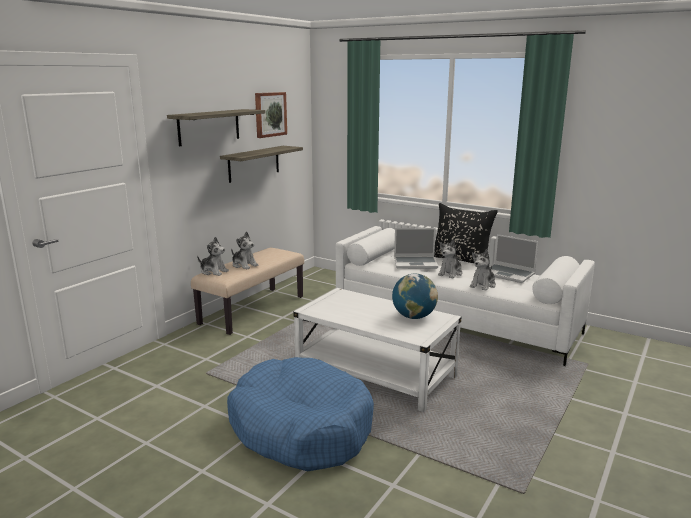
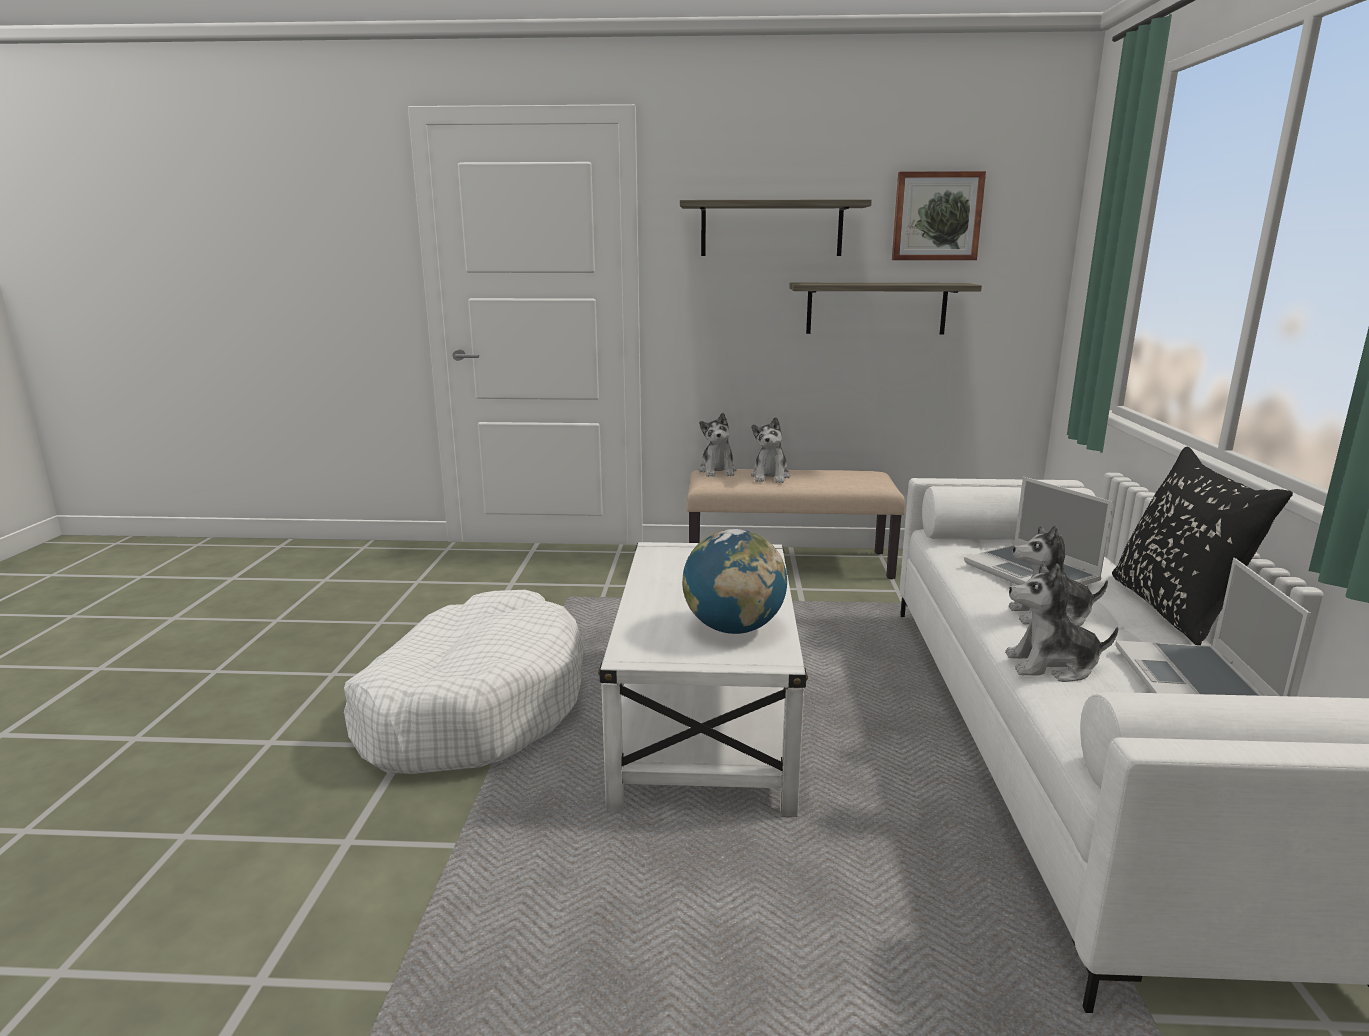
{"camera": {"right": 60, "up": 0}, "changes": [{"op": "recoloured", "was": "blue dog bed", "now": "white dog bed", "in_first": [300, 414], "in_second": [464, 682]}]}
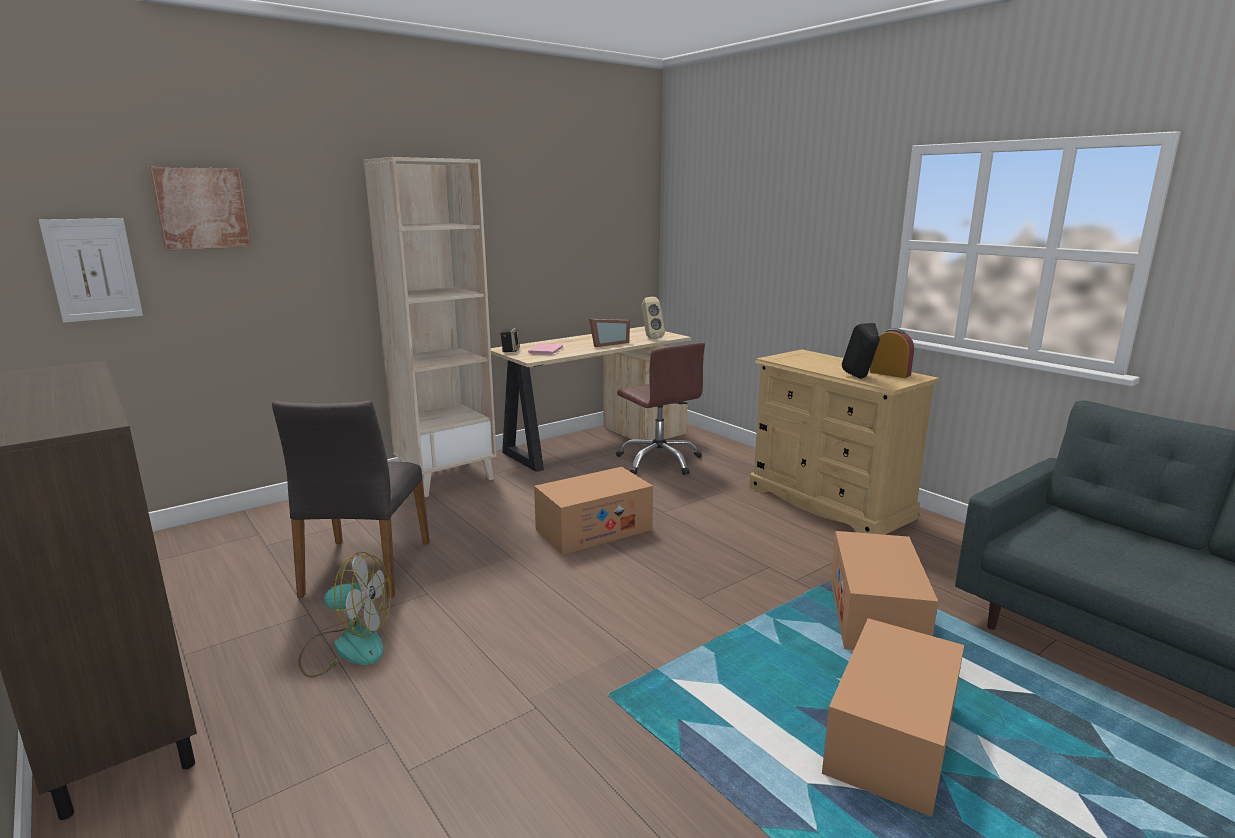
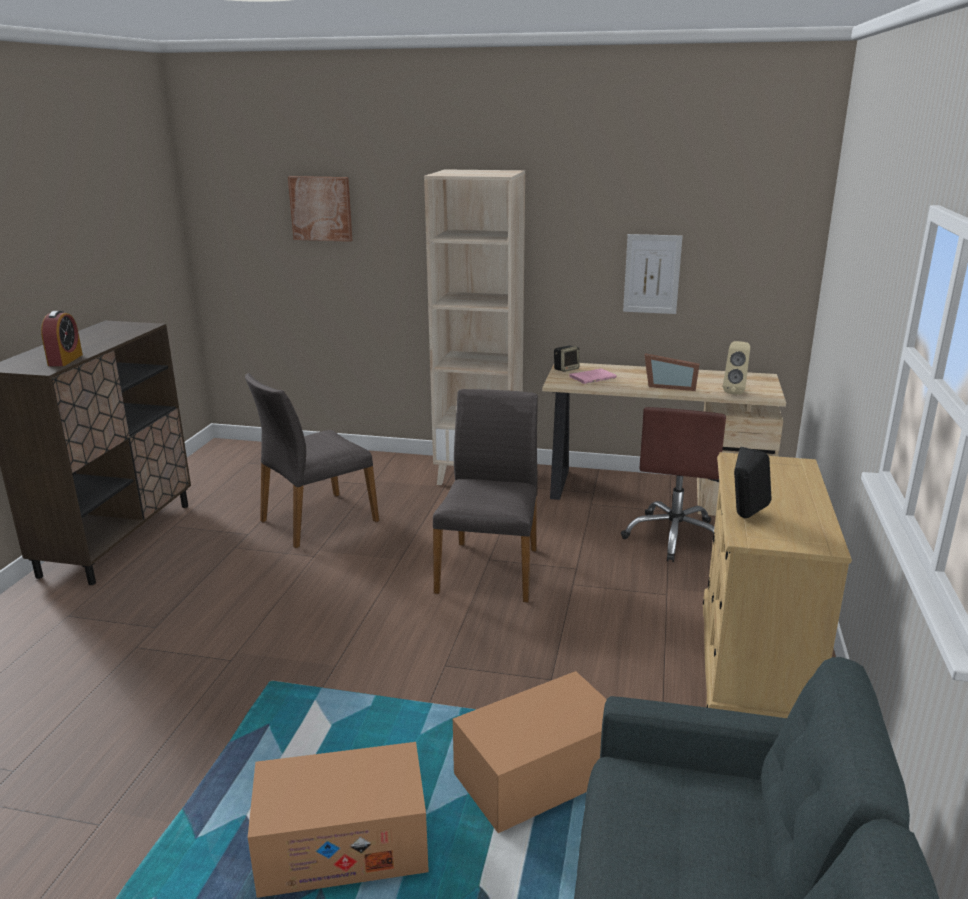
{"camera": {"right": 50, "up": 5}, "changes": [{"op": "moved", "was": "alarm clock", "in_first": [892, 353], "in_second": [62, 338]}, {"op": "replaced", "was": "cardboard box", "now": "grey chair", "in_first": [593, 511], "in_second": [485, 495]}, {"op": "moved", "was": "picture", "in_first": [91, 270], "in_second": [653, 274]}, {"op": "removed", "was": "fan", "in_first": [344, 615]}]}
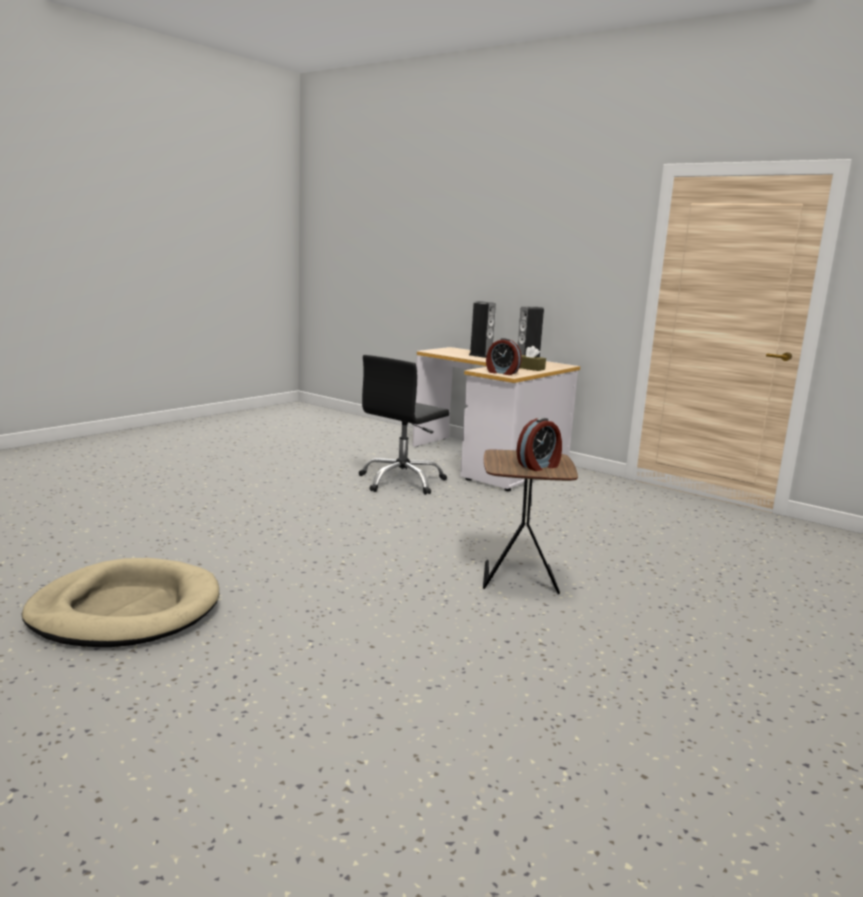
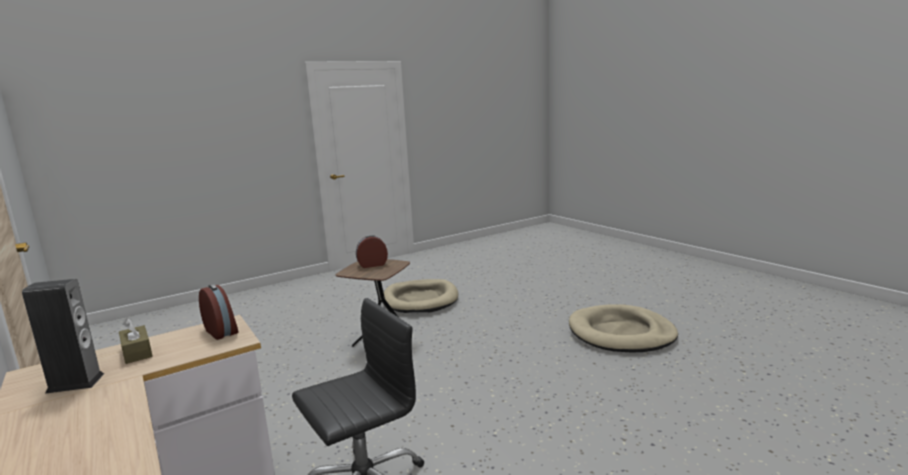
{"camera": {"right": -160, "up": 0}, "changes": [{"op": "added", "now": "beige dog bed", "in_second": [421, 296]}, {"op": "removed", "was": "speaker", "in_first": [482, 329]}]}
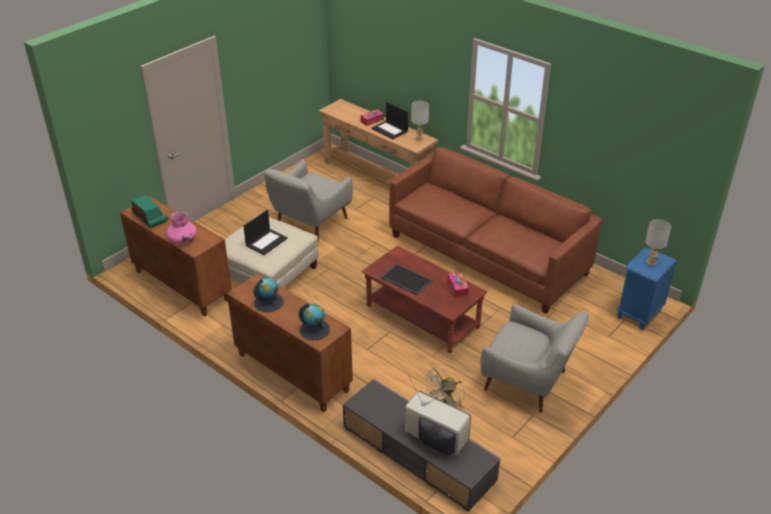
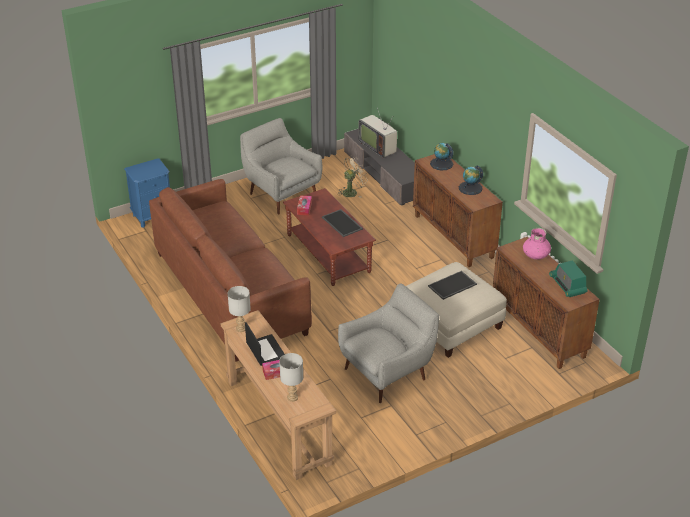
{"camera": {"right": -160, "up": 0}, "changes": [{"op": "moved", "was": "grey table lamp", "in_first": [658, 242], "in_second": [291, 377]}, {"op": "replaced", "was": "laptop", "now": "tray", "in_first": [265, 232], "in_second": [452, 285]}]}
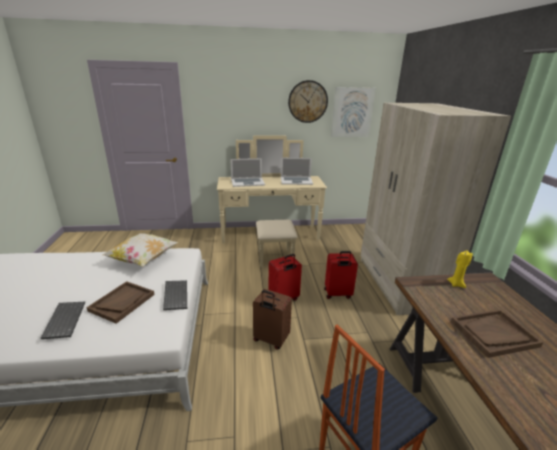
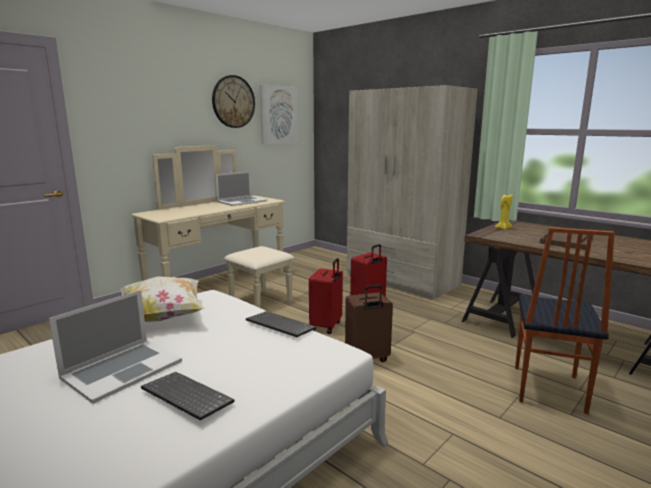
{"camera": {"right": -40, "up": -10}, "changes": [{"op": "moved", "was": "laptop", "in_first": [247, 172], "in_second": [115, 347]}, {"op": "removed", "was": "brown tray", "in_first": [120, 302]}]}
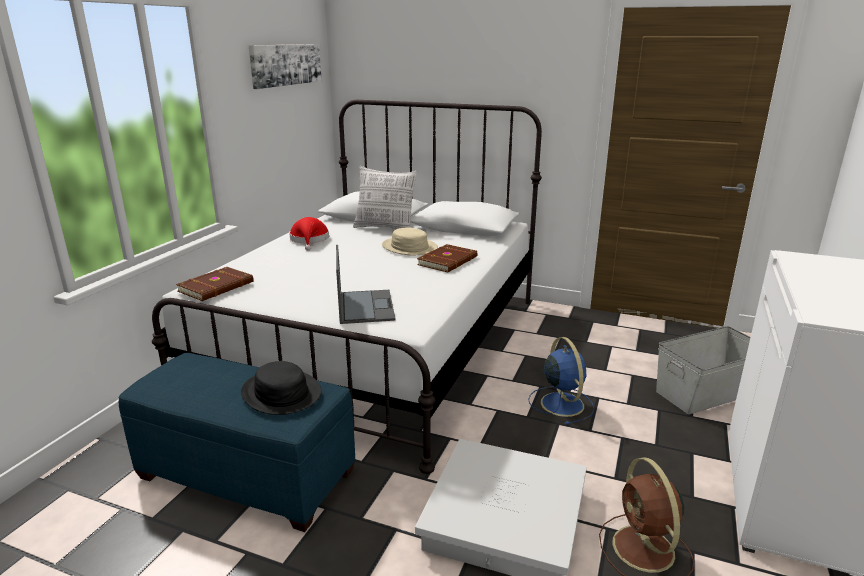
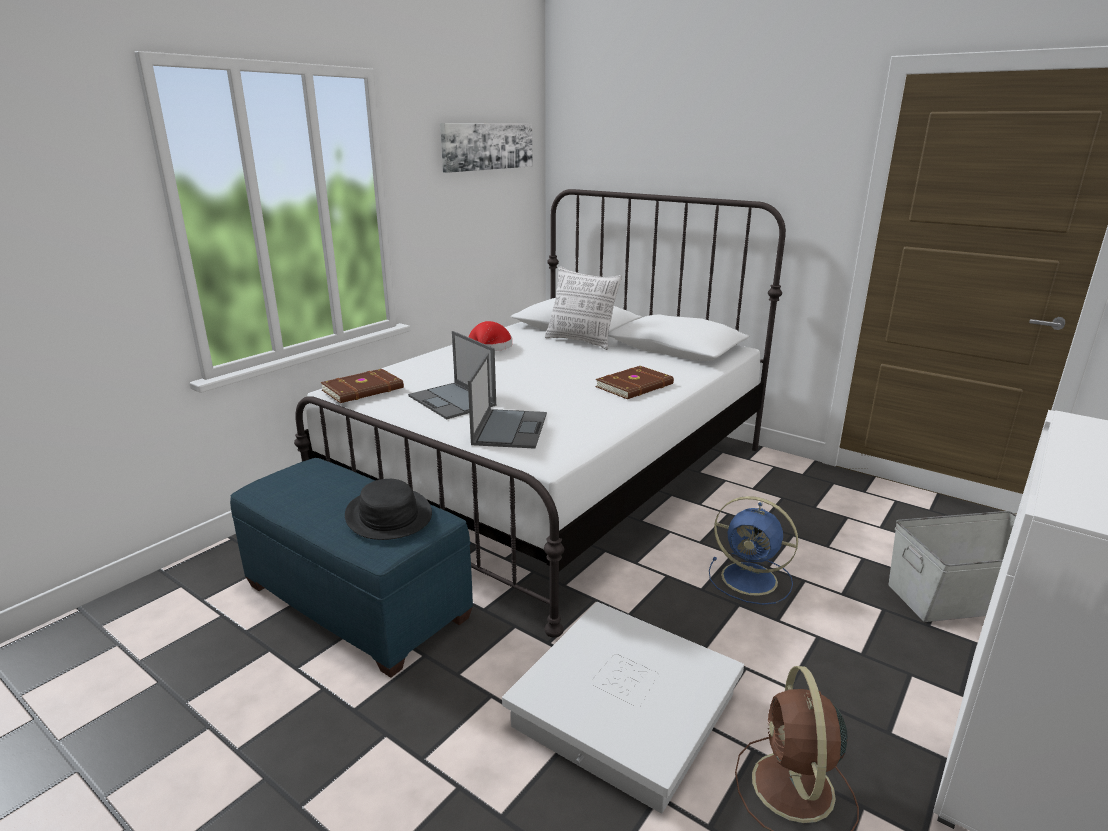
{"camera": {"right": 15, "up": 0}, "changes": [{"op": "added", "now": "laptop", "in_second": [452, 375]}, {"op": "turned", "was": "blue fan", "in_first": [561, 381], "in_second": [753, 550], "clockwise": 120}, {"op": "removed", "was": "beige hat", "in_first": [410, 241]}]}
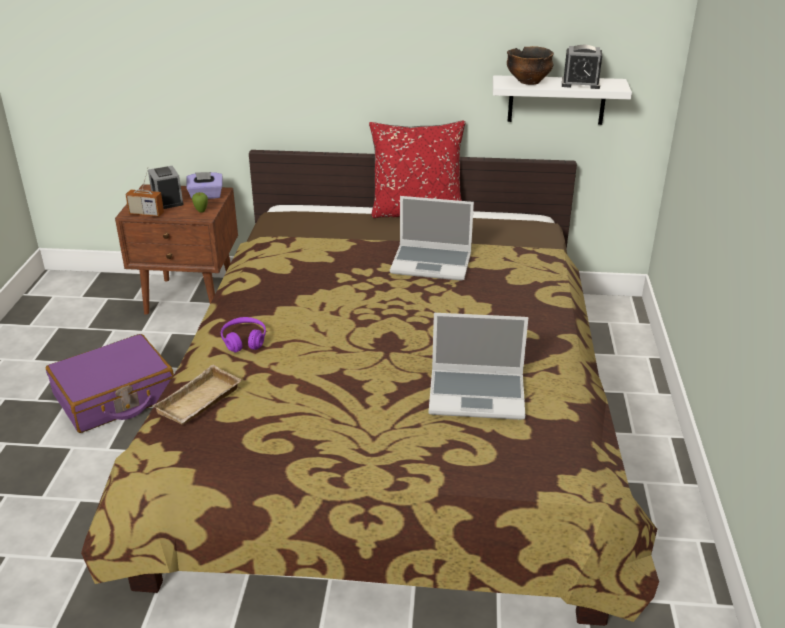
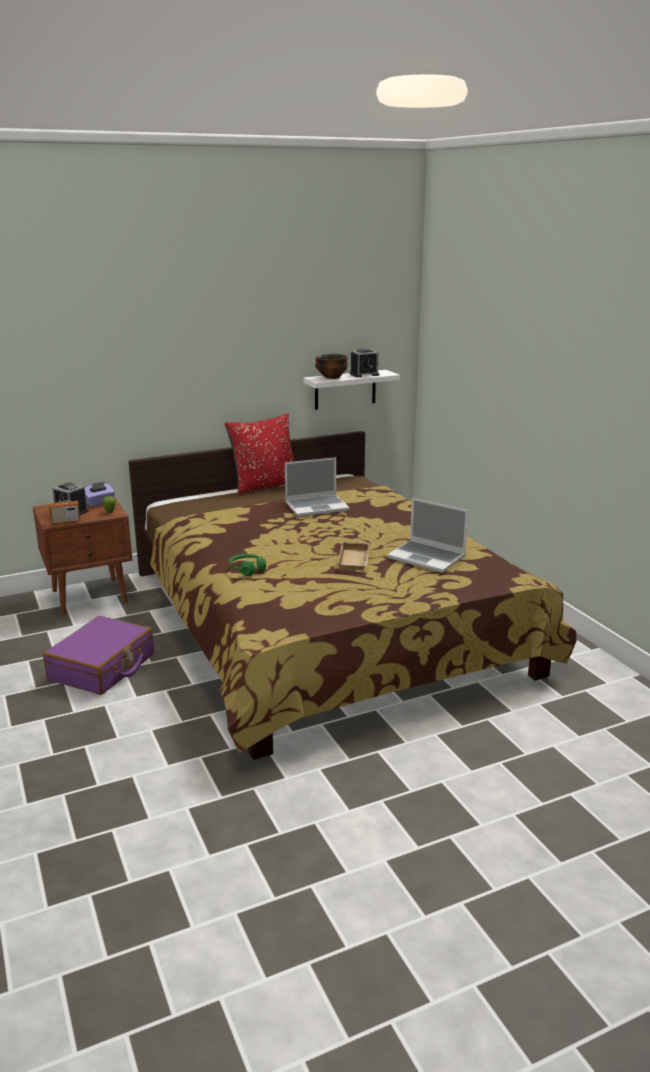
{"camera": {"right": -30, "up": -10}, "changes": [{"op": "recoloured", "was": "purple headphones", "now": "green headphones", "in_first": [243, 334], "in_second": [247, 565]}, {"op": "moved", "was": "beige tray", "in_first": [197, 394], "in_second": [353, 555]}, {"op": "turned", "was": "laptop", "in_first": [478, 366], "in_second": [427, 535], "clockwise": 60}]}
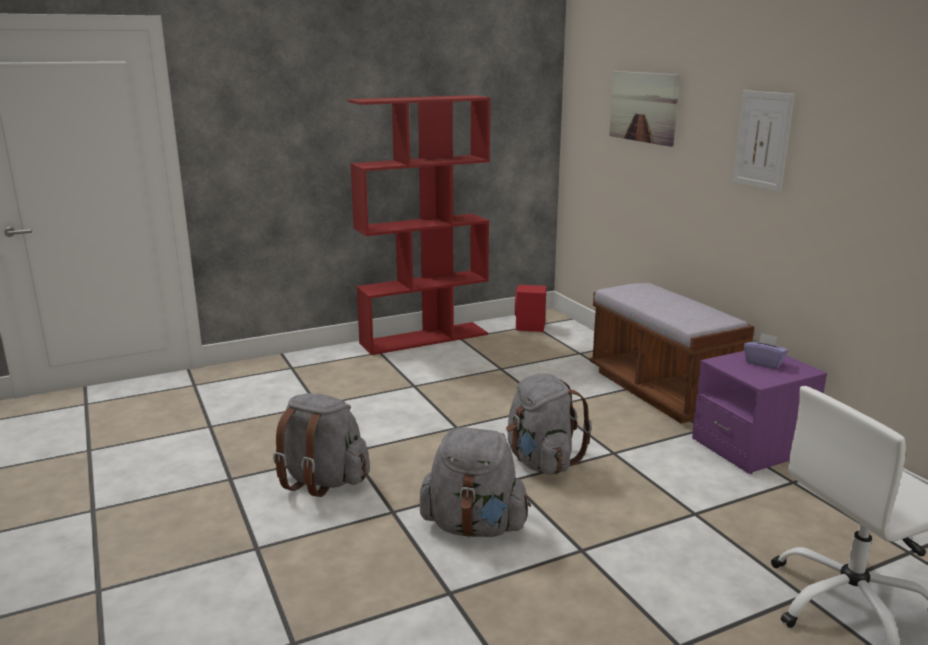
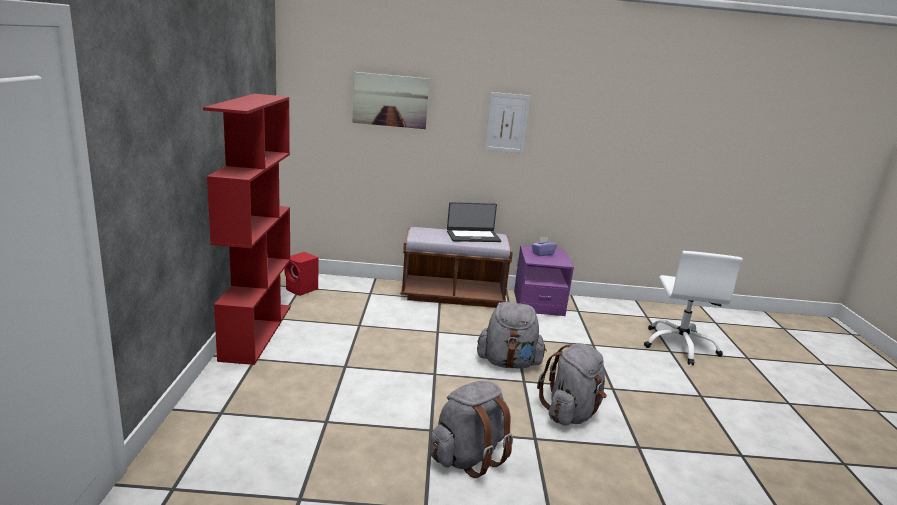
{"camera": {"right": -65, "up": 0}, "changes": [{"op": "added", "now": "laptop", "in_second": [474, 222]}]}
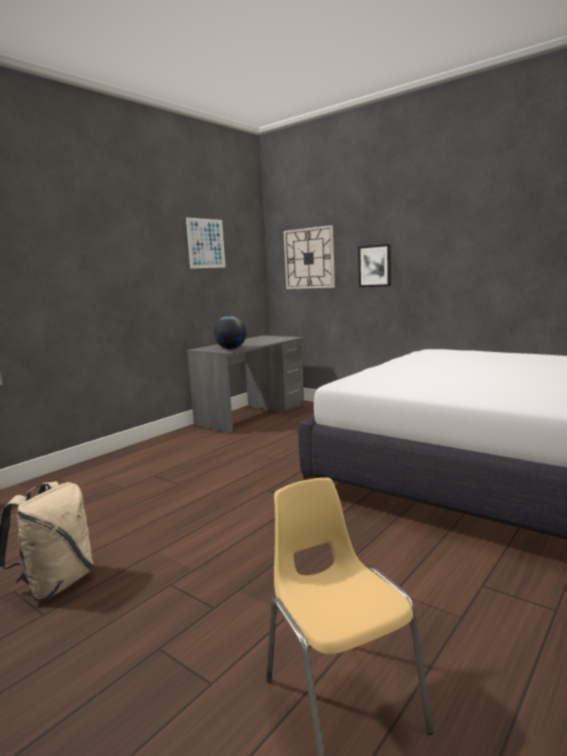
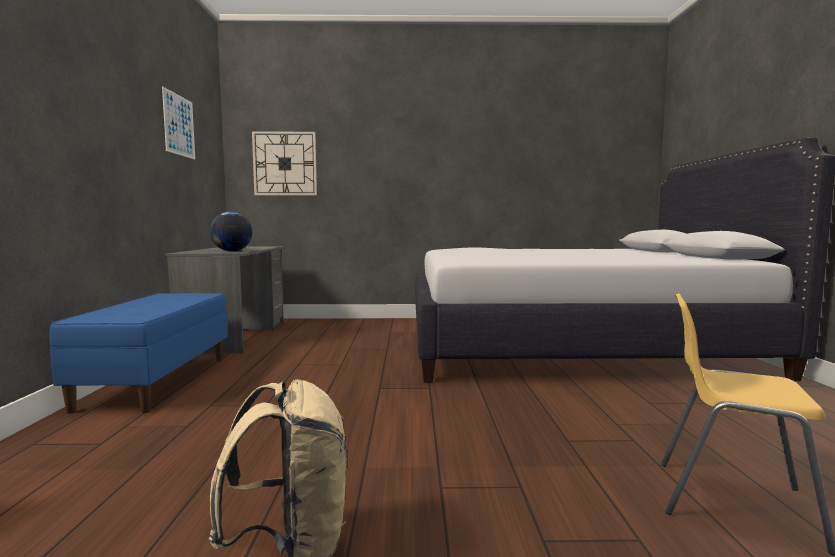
{"camera": {"right": -40, "up": -5}, "changes": [{"op": "added", "now": "blue bench", "in_second": [138, 353]}, {"op": "removed", "was": "picture", "in_first": [374, 265]}]}
